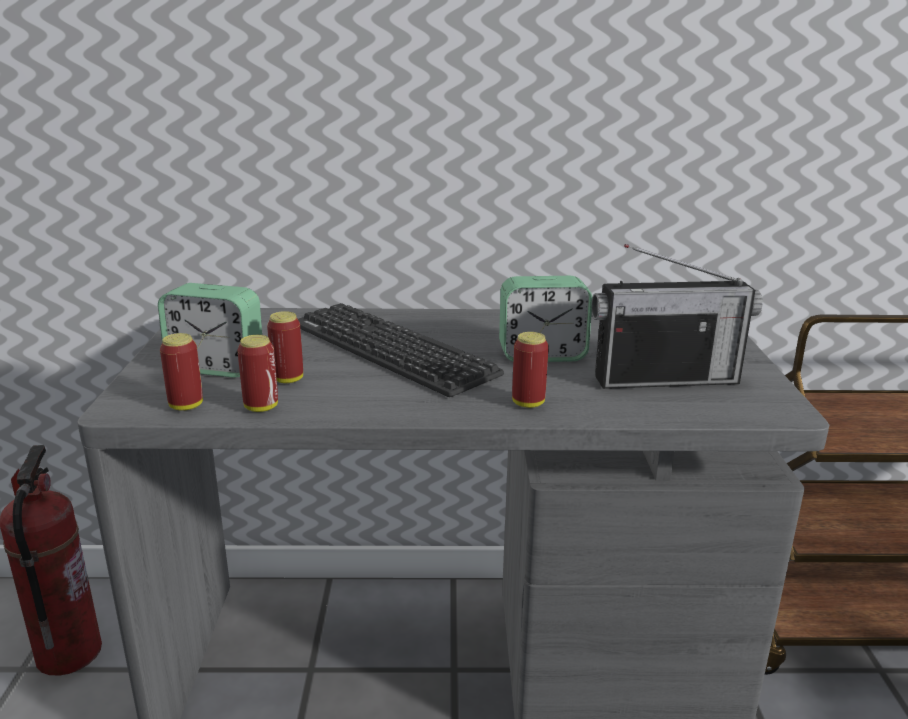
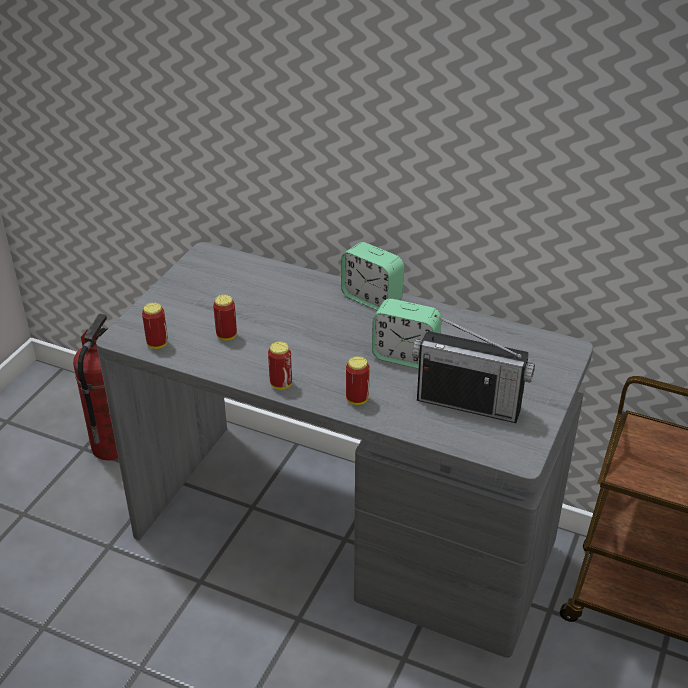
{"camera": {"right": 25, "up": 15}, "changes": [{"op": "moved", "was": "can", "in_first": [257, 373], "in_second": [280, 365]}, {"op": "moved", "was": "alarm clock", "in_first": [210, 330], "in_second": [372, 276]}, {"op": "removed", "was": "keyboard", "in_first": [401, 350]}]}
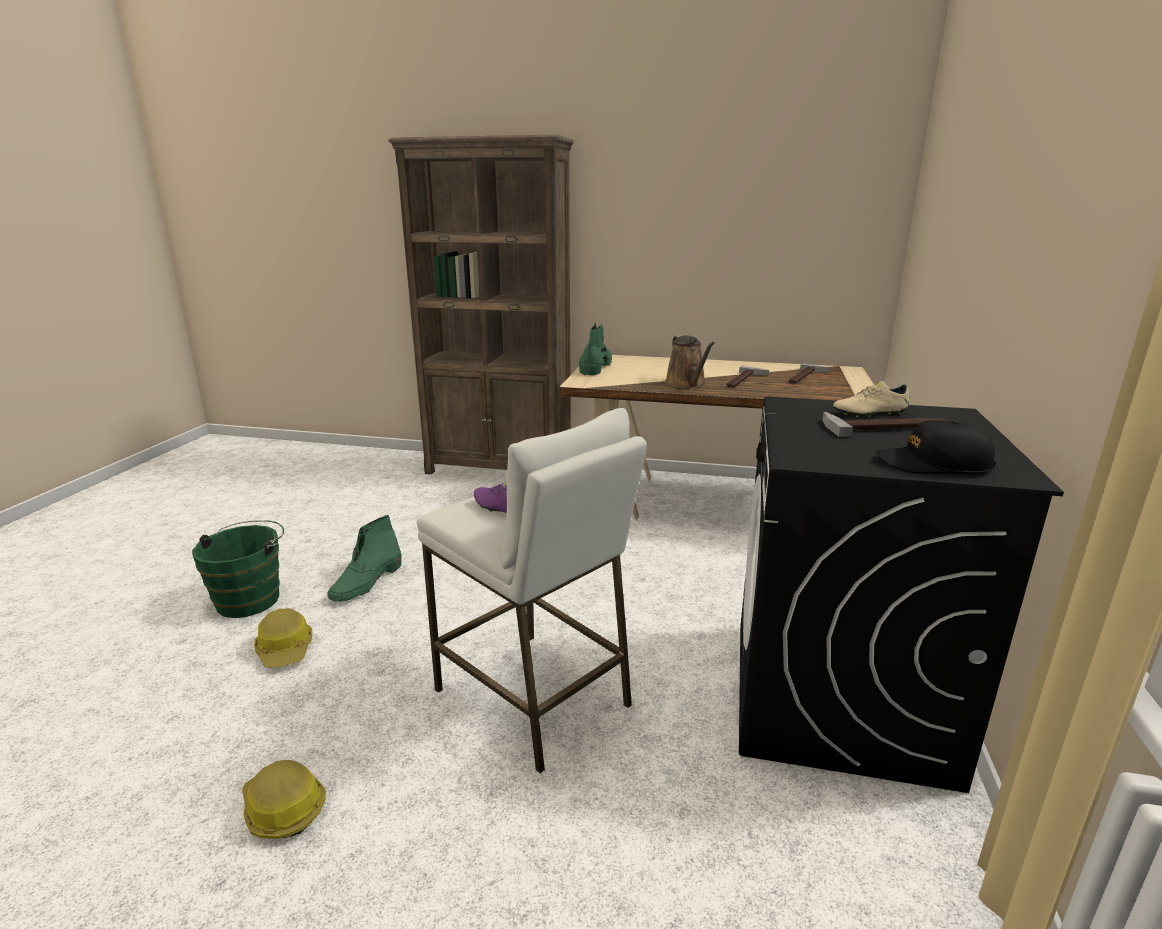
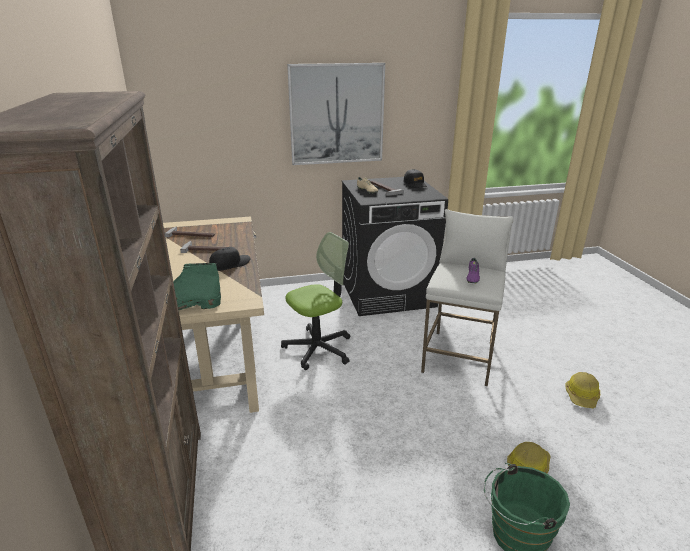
{"camera": {"right": -115, "up": 5}, "changes": [{"op": "replaced", "was": "brown watering can", "now": "black cap", "in_first": [690, 361], "in_second": [230, 259]}, {"op": "added", "now": "office chair", "in_second": [315, 301]}, {"op": "added", "now": "picture", "in_second": [336, 114]}, {"op": "removed", "was": "green boot", "in_first": [364, 558]}]}
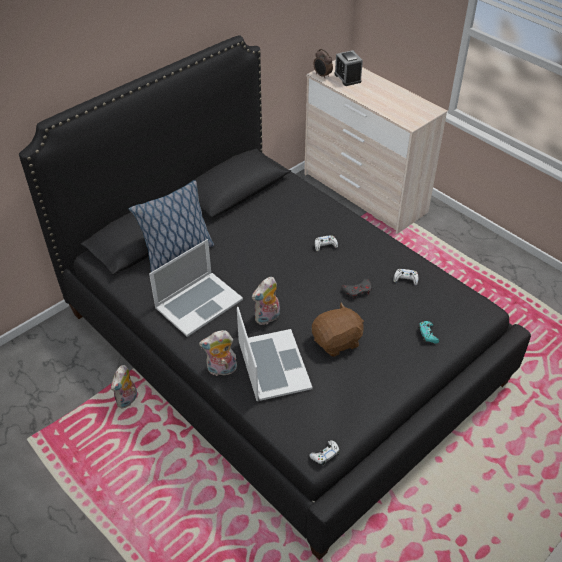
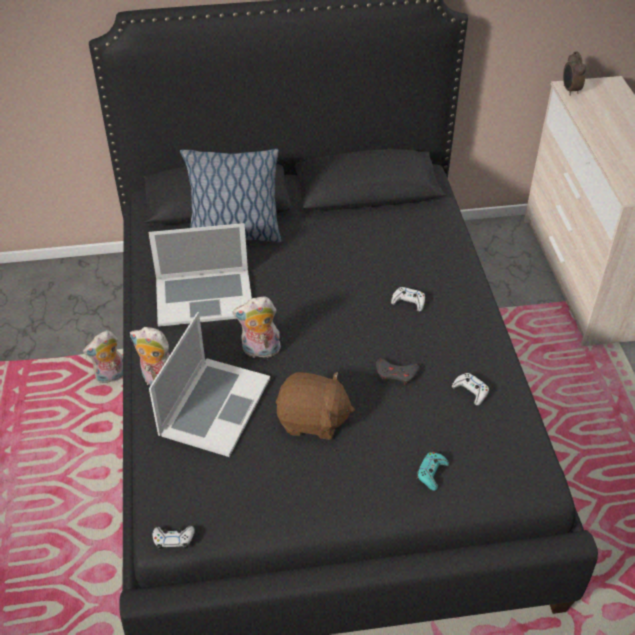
{"camera": {"right": 35, "up": 0}, "changes": [{"op": "removed", "was": "alarm clock", "in_first": [348, 68]}]}
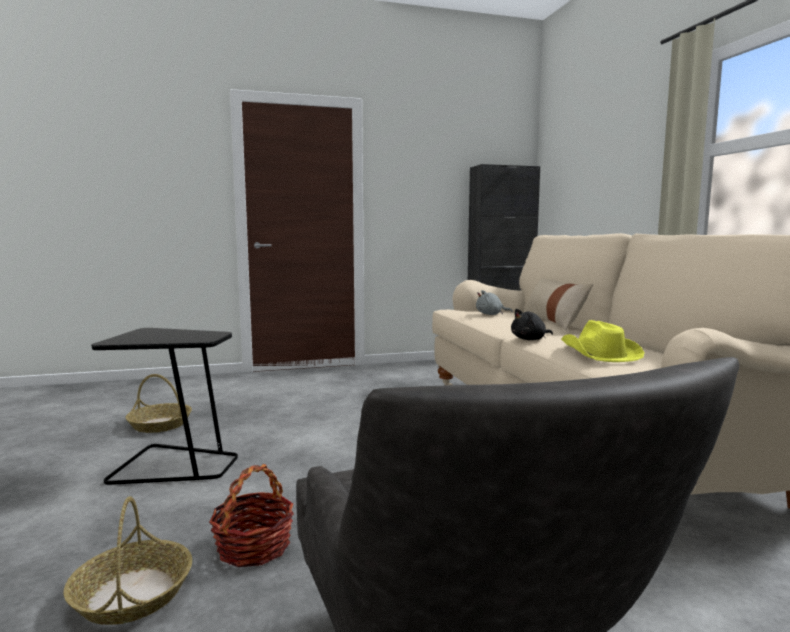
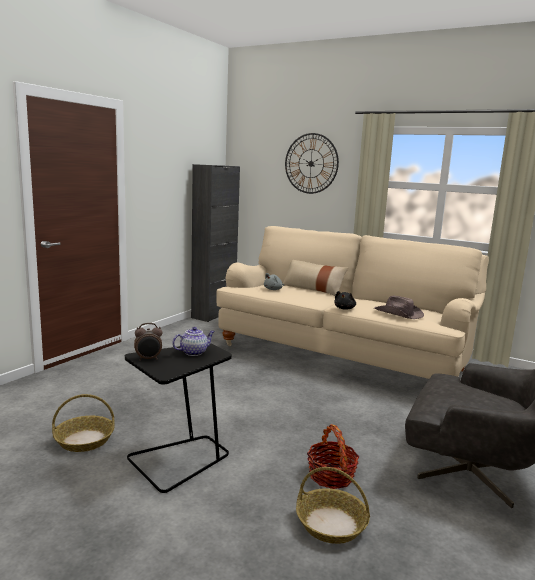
{"camera": {"right": -45, "up": 5}, "changes": [{"op": "added", "now": "alarm clock", "in_second": [148, 342]}, {"op": "added", "now": "teapot", "in_second": [193, 341]}, {"op": "added", "now": "wall clock", "in_second": [312, 163]}, {"op": "recoloured", "was": "yellow hat", "now": "brown hat", "in_first": [603, 341], "in_second": [399, 307]}]}
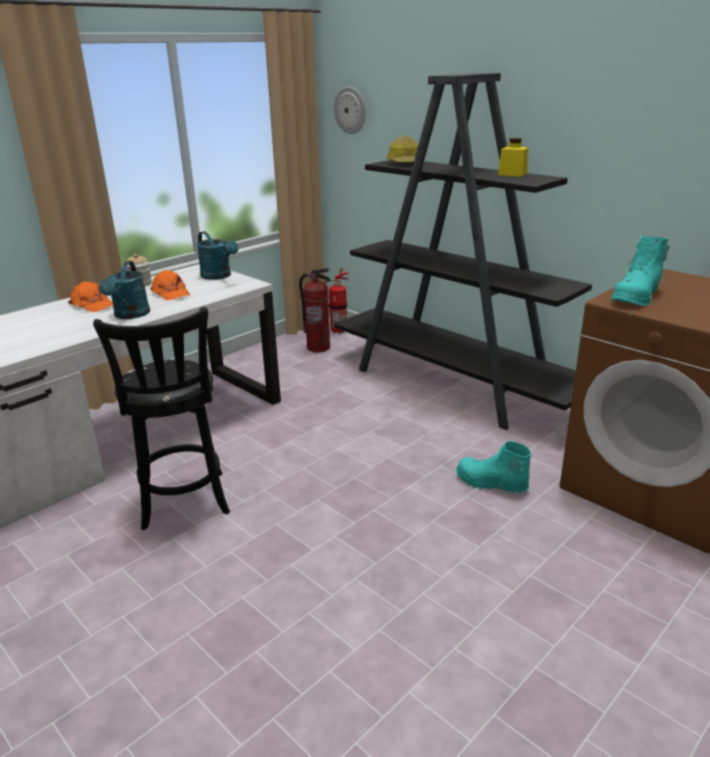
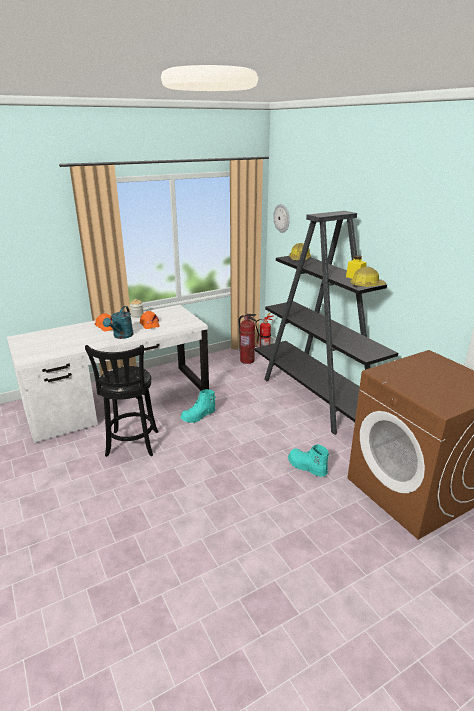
{"camera": {"right": 15, "up": 0}, "changes": [{"op": "moved", "was": "turquoise boot", "in_first": [640, 271], "in_second": [198, 406]}, {"op": "added", "now": "hard hat", "in_second": [368, 277]}, {"op": "removed", "was": "turquoise watering can", "in_first": [218, 255]}]}
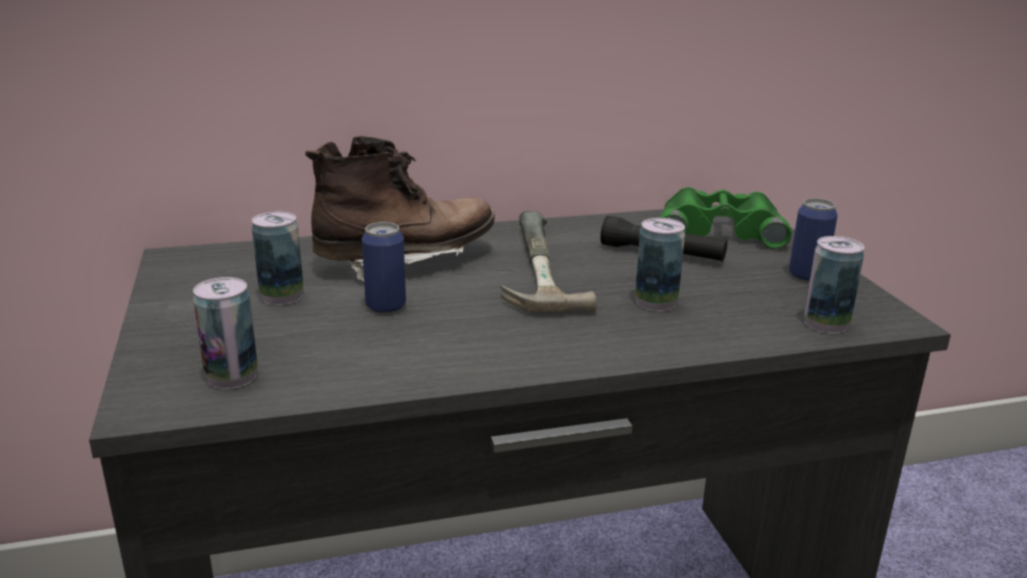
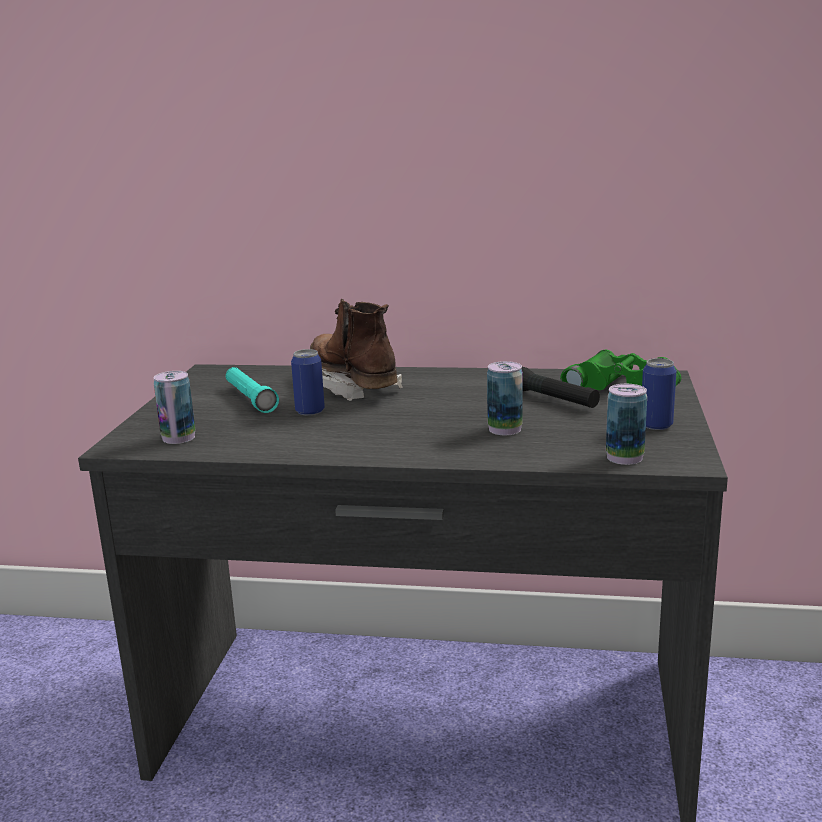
{"camera": {"right": 25, "up": -5}, "changes": [{"op": "replaced", "was": "can", "now": "turquoise flashlight", "in_first": [277, 258], "in_second": [252, 390]}, {"op": "turned", "was": "brown boot", "in_first": [400, 209], "in_second": [356, 350], "clockwise": -120}, {"op": "removed", "was": "hammer", "in_first": [549, 262]}]}
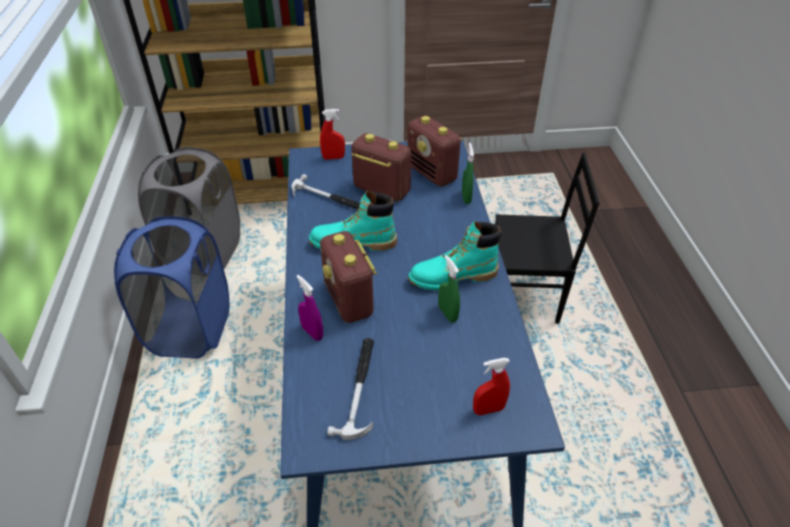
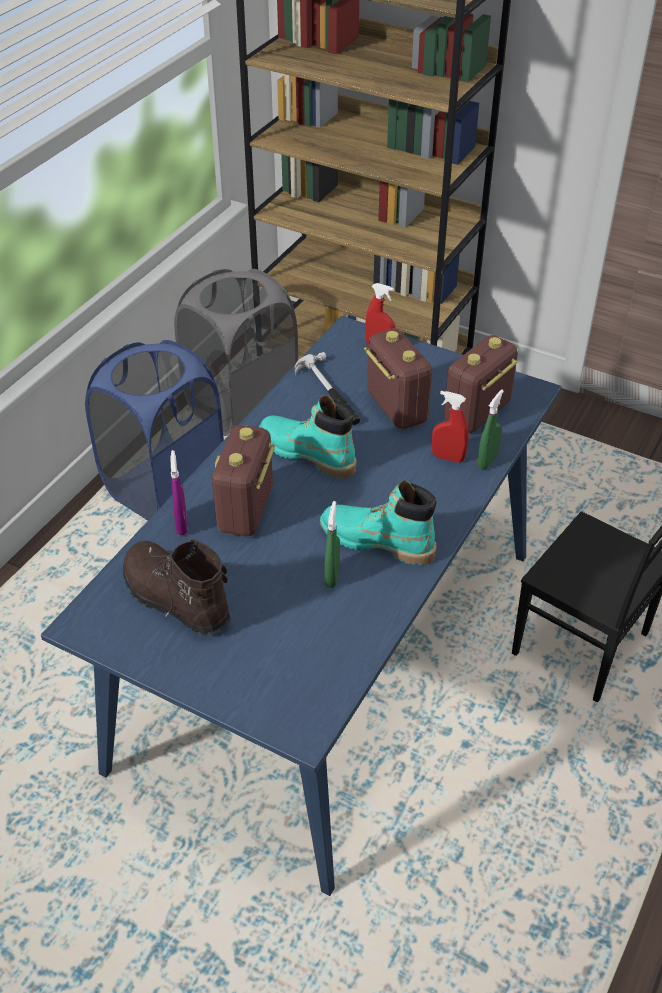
{"camera": {"right": 35, "up": 0}, "changes": [{"op": "replaced", "was": "hammer", "now": "brown boot", "in_first": [350, 389], "in_second": [177, 587]}, {"op": "moved", "was": "red spray bottle", "in_first": [491, 386], "in_second": [450, 427]}, {"op": "turned", "was": "radio", "in_first": [435, 151], "in_second": [481, 384], "clockwise": 45}]}
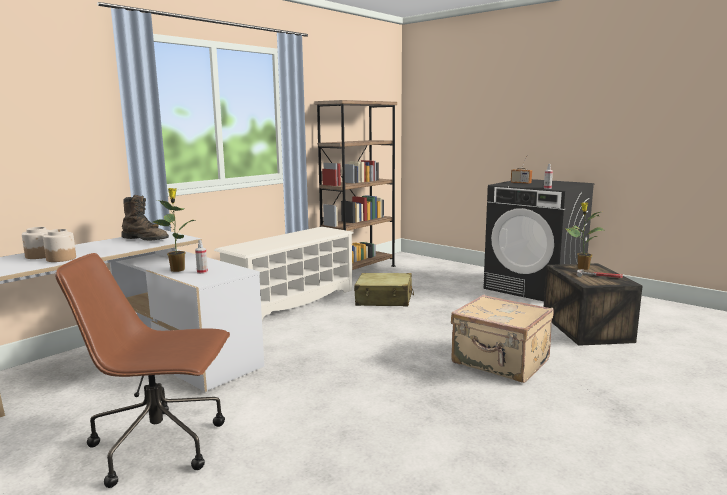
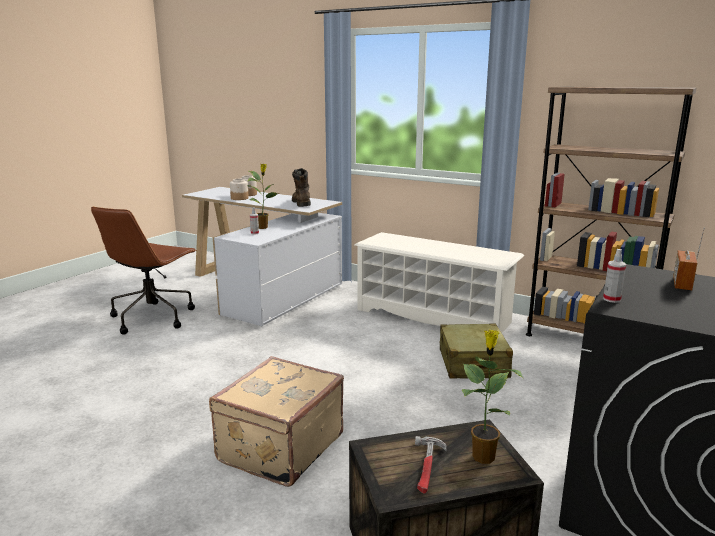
{"camera": {"right": 80, "up": 5}, "changes": [{"op": "turned", "was": "brown office chair", "in_first": [142, 370], "in_second": [144, 270], "clockwise": -150}, {"op": "turned", "was": "brown boot", "in_first": [145, 217], "in_second": [301, 187], "clockwise": 150}]}
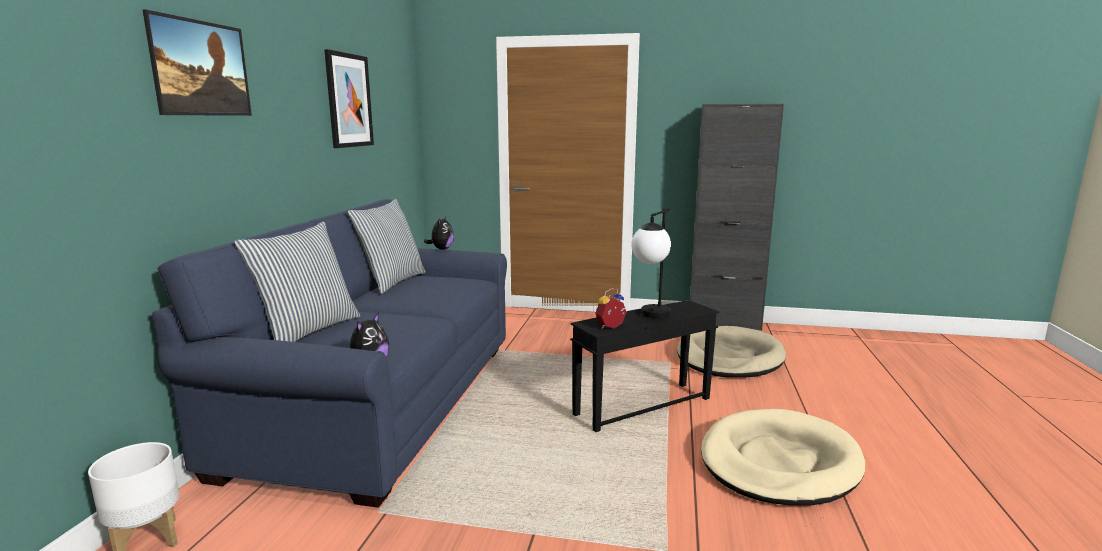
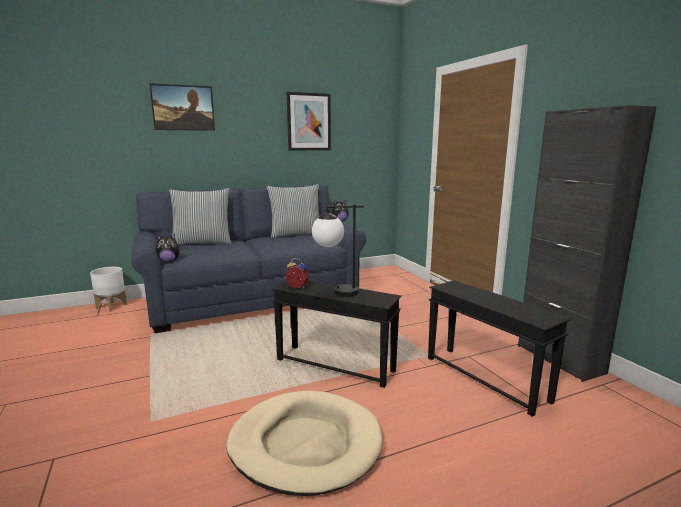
{"camera": {"right": 55, "up": 0}, "changes": [{"op": "replaced", "was": "beige dog bed", "now": "black side table", "in_first": [731, 352], "in_second": [499, 348]}]}
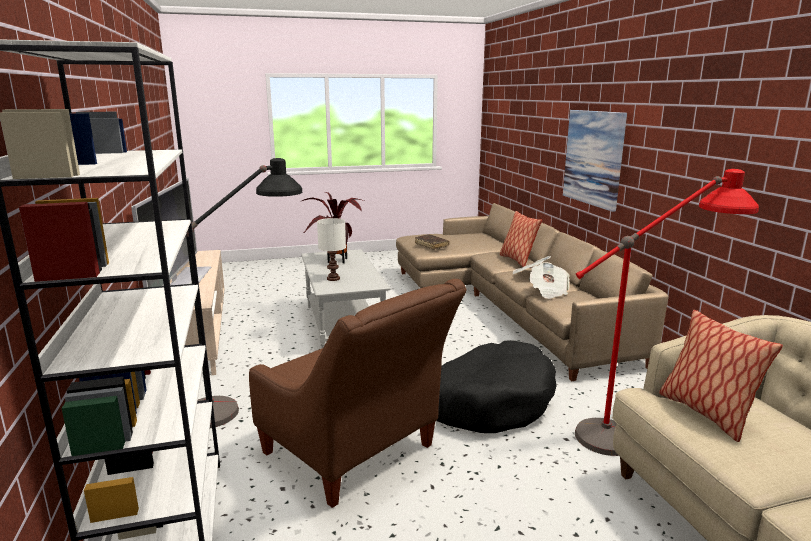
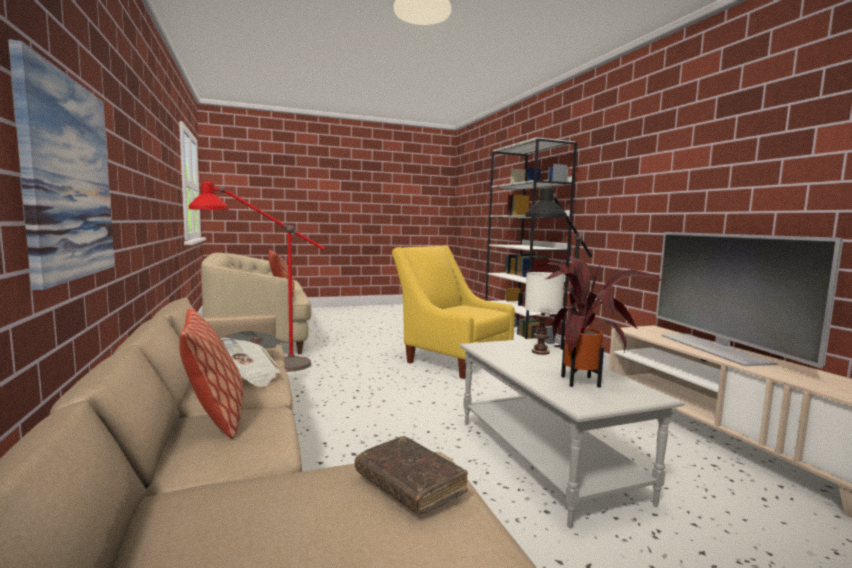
{"camera": {"right": 175, "up": -10}, "changes": [{"op": "recoloured", "was": "brown armchair", "now": "yellow armchair", "in_first": [357, 393], "in_second": [453, 312]}, {"op": "removed", "was": "black dog bed", "in_first": [497, 386]}]}
